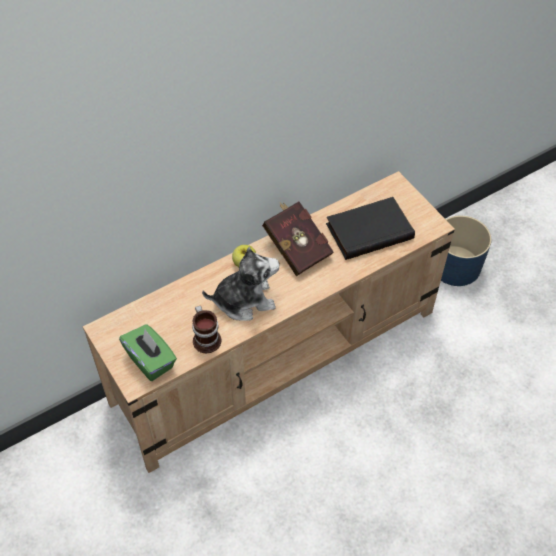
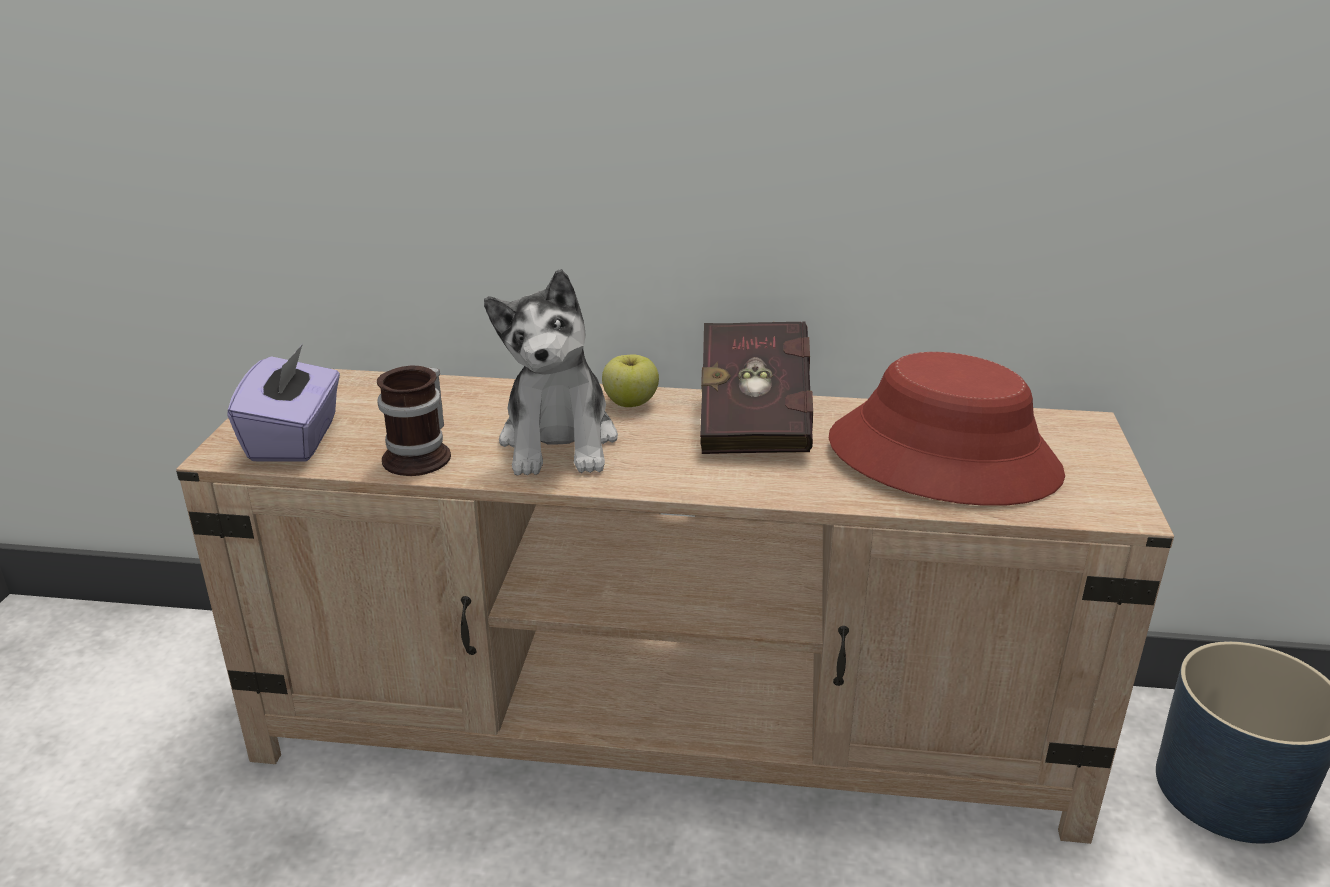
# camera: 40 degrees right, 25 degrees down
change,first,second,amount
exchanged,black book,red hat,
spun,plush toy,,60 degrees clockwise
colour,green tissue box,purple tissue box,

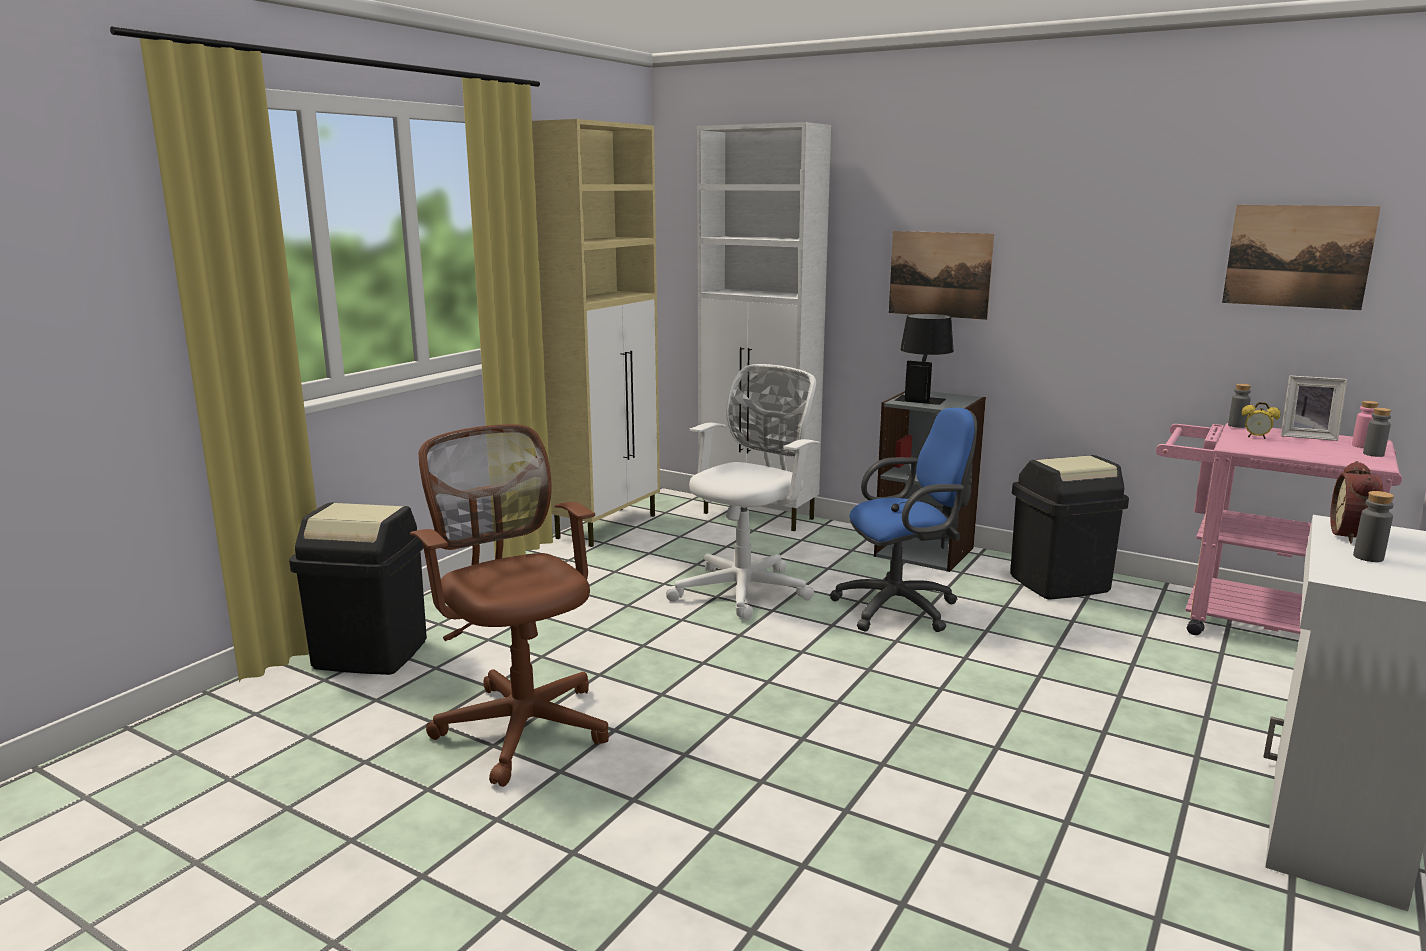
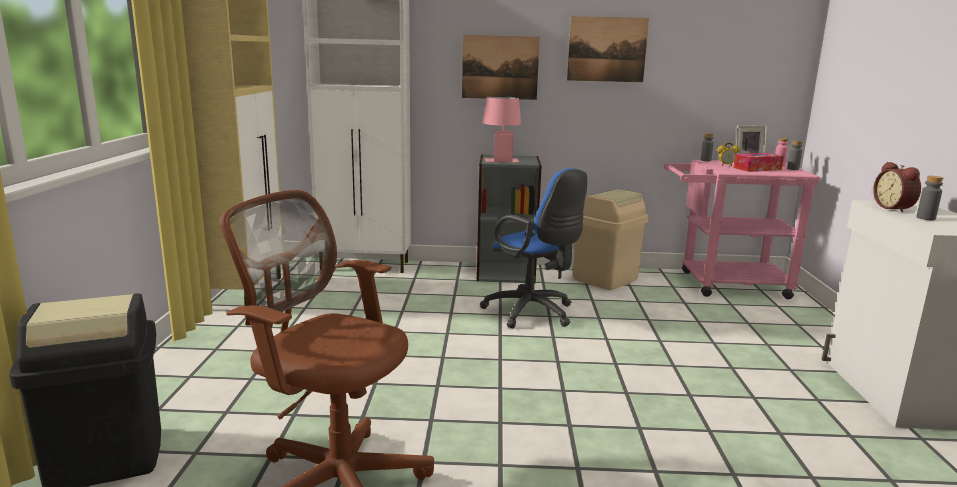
# camera: 30 degrees left, 0 degrees up
change,first,second,amount
relocated,picture (no. 2 from left),,
colour,black table lamp,pink table lamp,
missing,white office chair,,
spun,blue office chair,,90 degrees clockwise
colour,black trash can (no. 2 from left),beige trash can,
appeared,,tissue box,

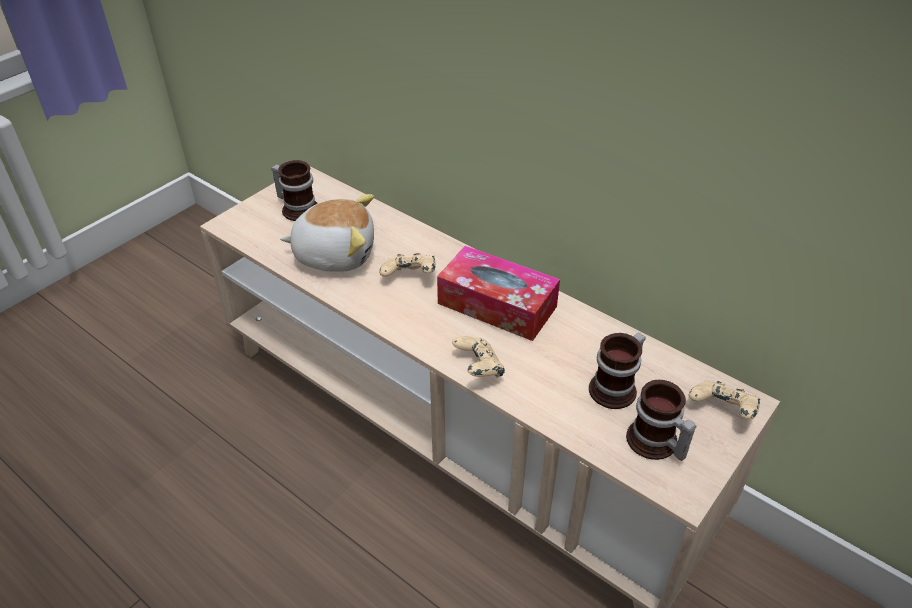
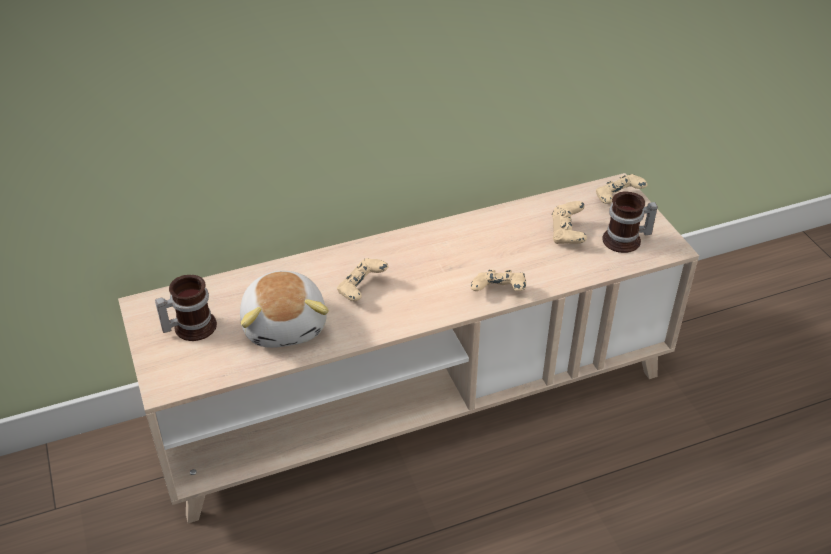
# camera: 60 degrees left, 0 degrees up
change,first,second,amount
spun,plush toy,,135 degrees clockwise
missing,tissue box,,
exchanged,mug (no. 2 from left),beige game controller (no. 3 from left),

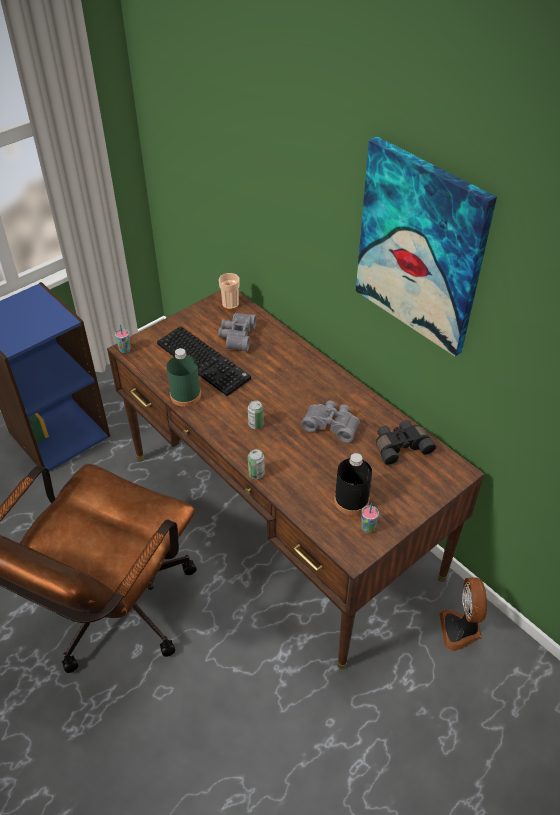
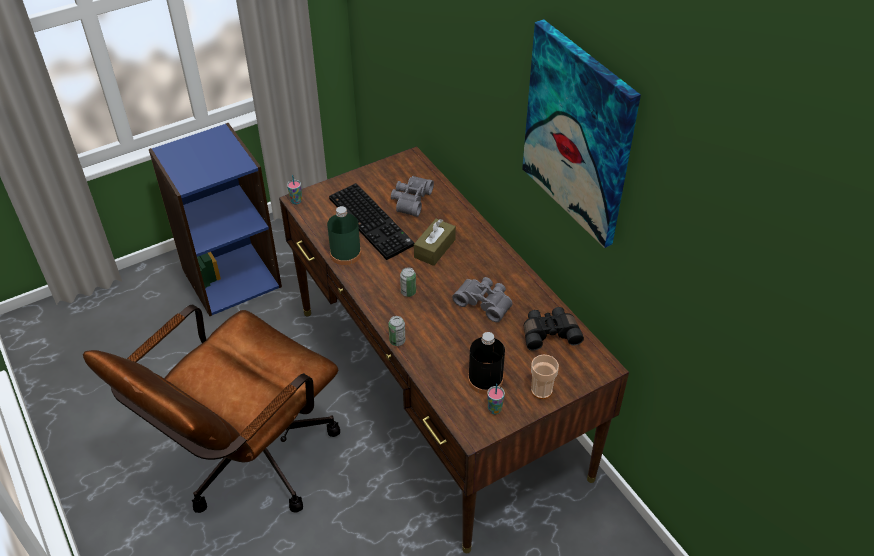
# camera: 10 degrees right, 0 degrees up
change,first,second,amount
relocated,cup (no. 2 from left in the first image),cup (no. 3 from left),
missing,fan,,
appeared,,brown tissue box,

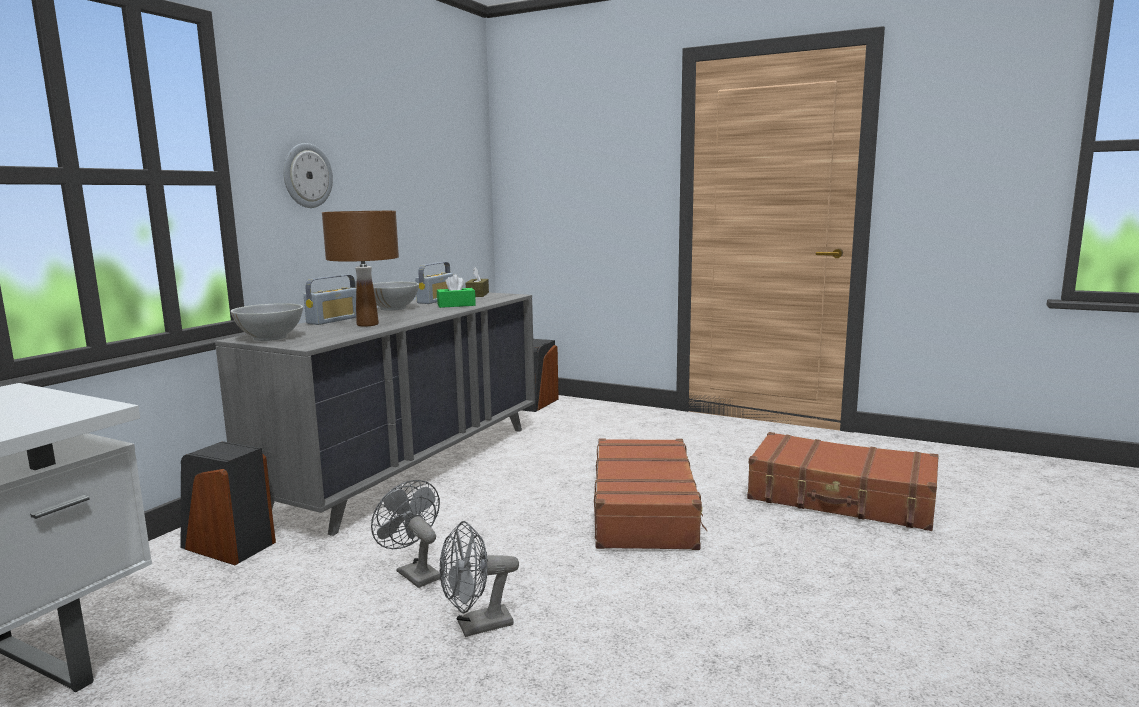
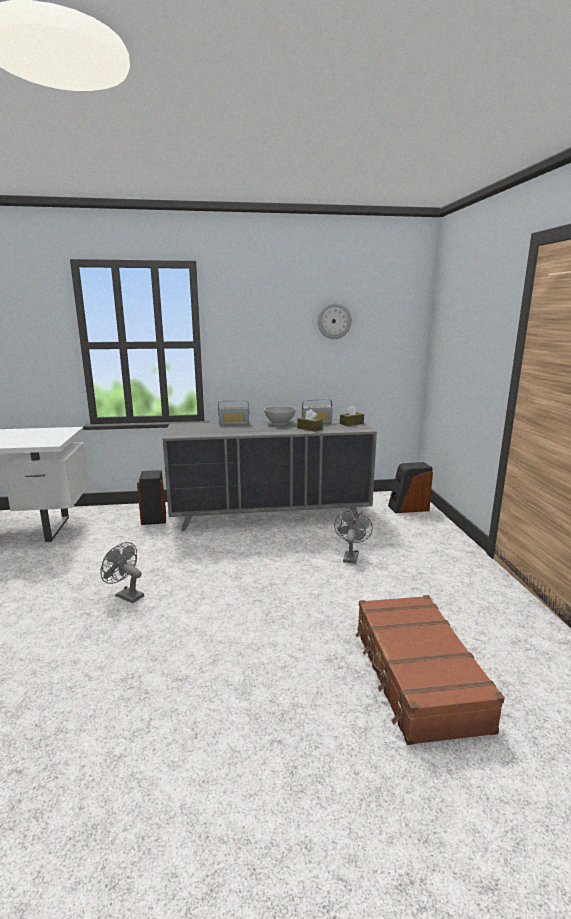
# camera: 55 degrees right, 5 degrees up
change,first,second,amount
relocated,wall clock,,
missing,brown table lamp,,
colour,green tissue box,brown tissue box (no. 1 from left),
missing,white bowl (no. 1 from left),,
missing,brown suitcase (no. 1 from left),,
relocated,grey fan (no. 1 from left in the first image),grey fan (no. 2 from left),

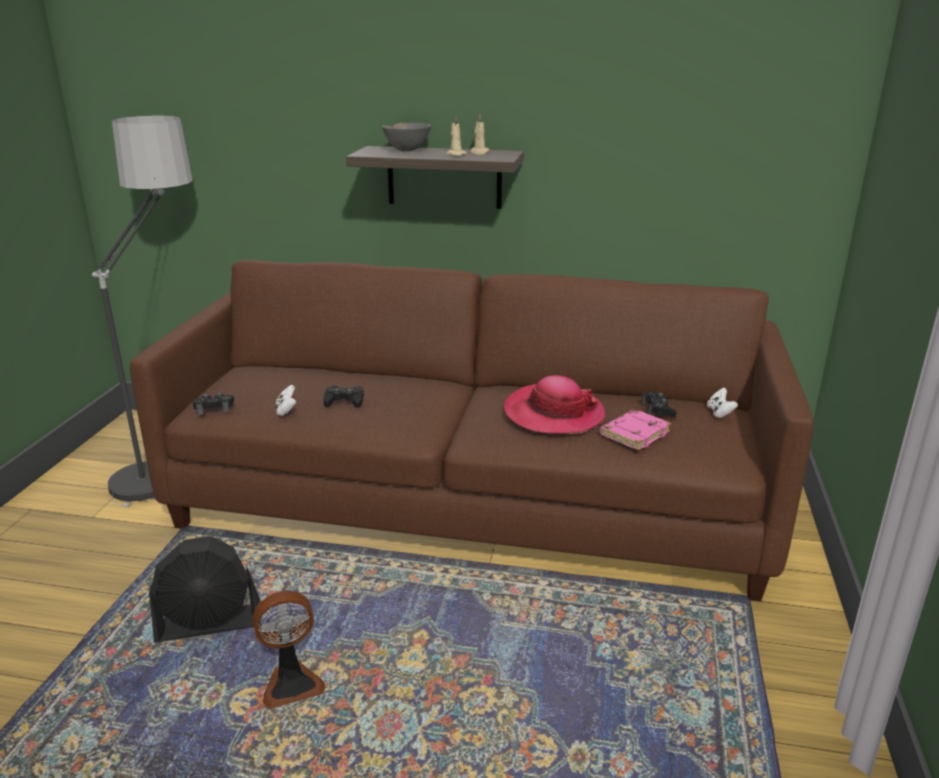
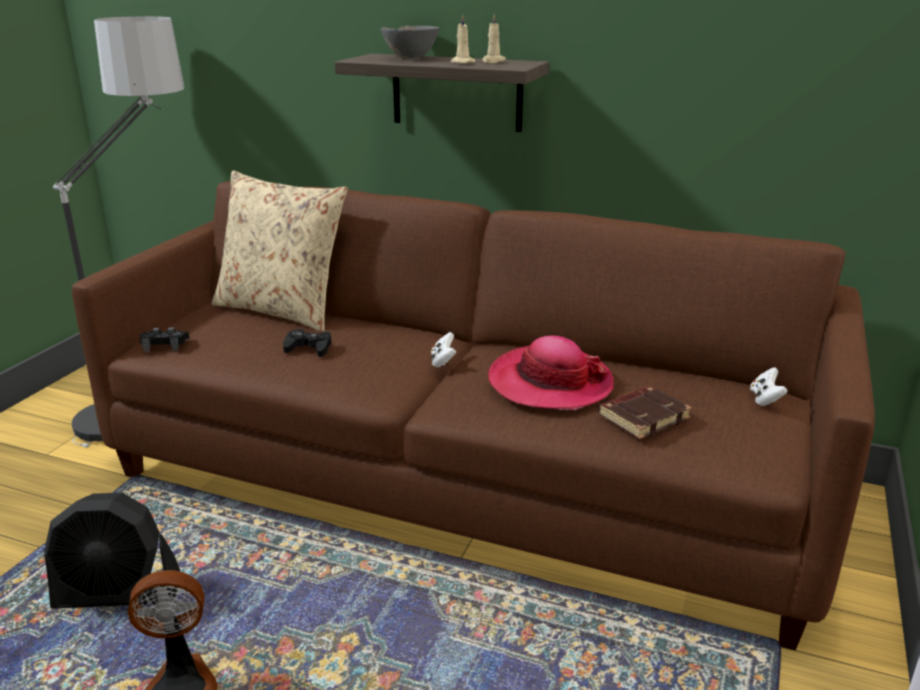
# camera: 10 degrees right, 0 degrees up
change,first,second,amount
relocated,white game controller (no. 1 from left),,
missing,black game controller (no. 3 from left),,
colour,pink book,brown book,
appeared,,beige pillow,

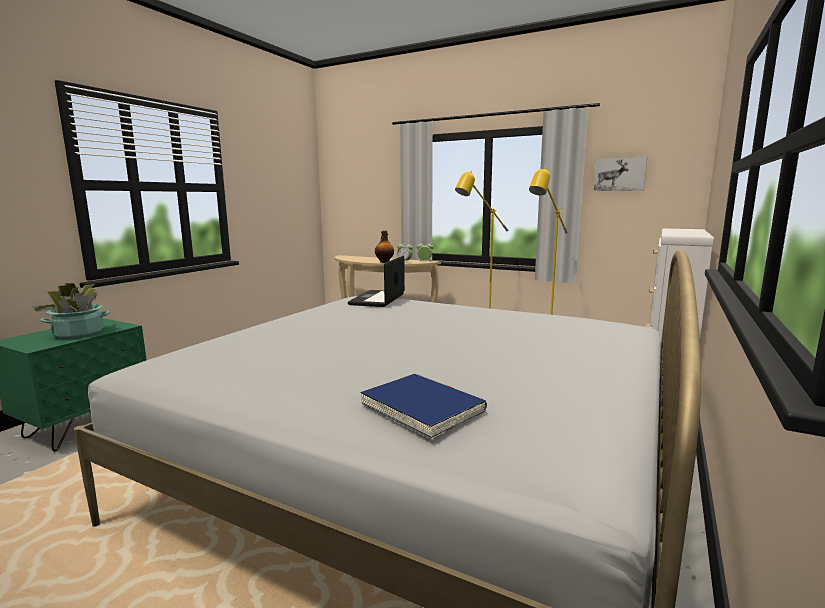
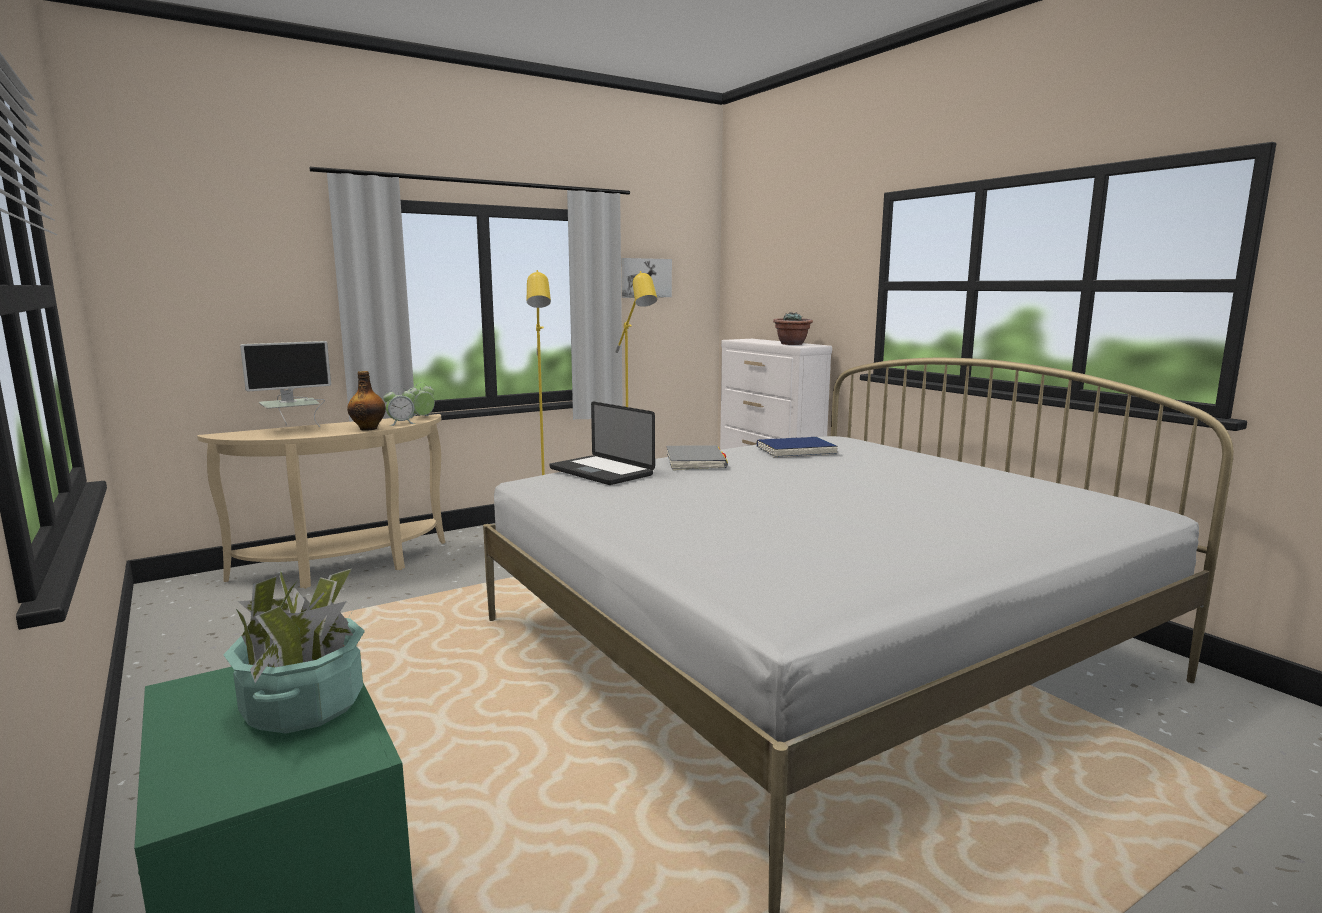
# camera: 60 degrees left, 0 degrees up
change,first,second,amount
relocated,blue book,,
appeared,,potted plant (no. 2 from left),
appeared,,monitor,
appeared,,grey book,

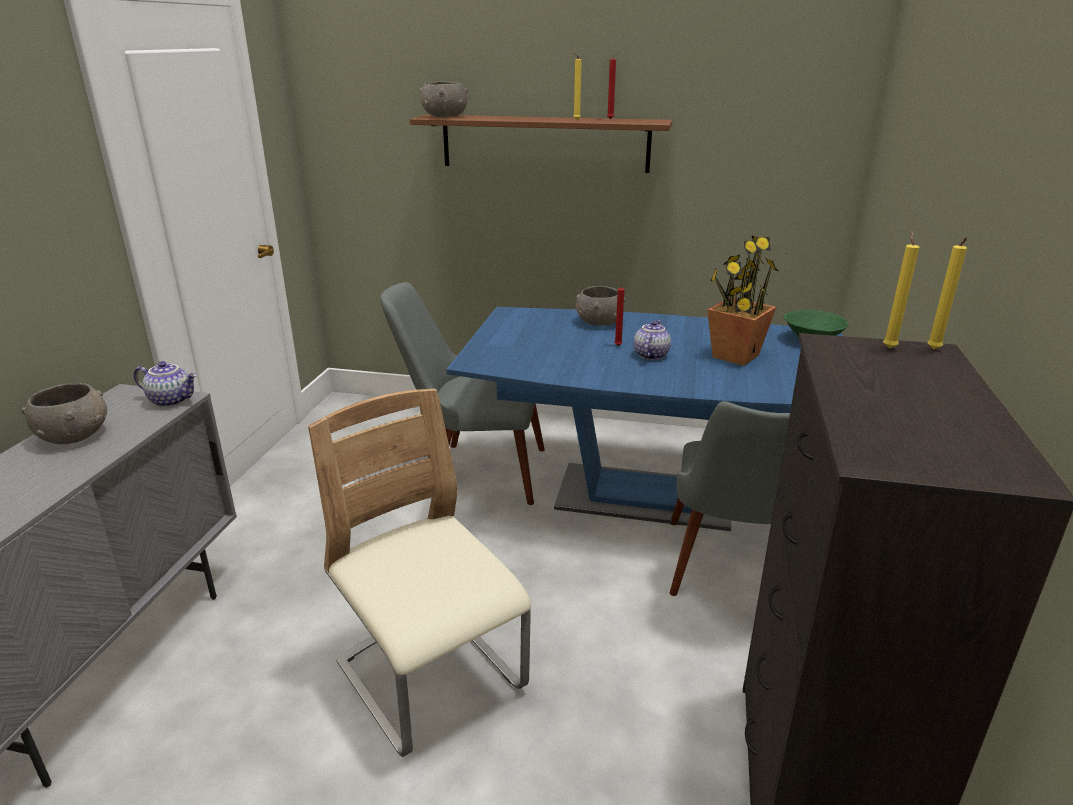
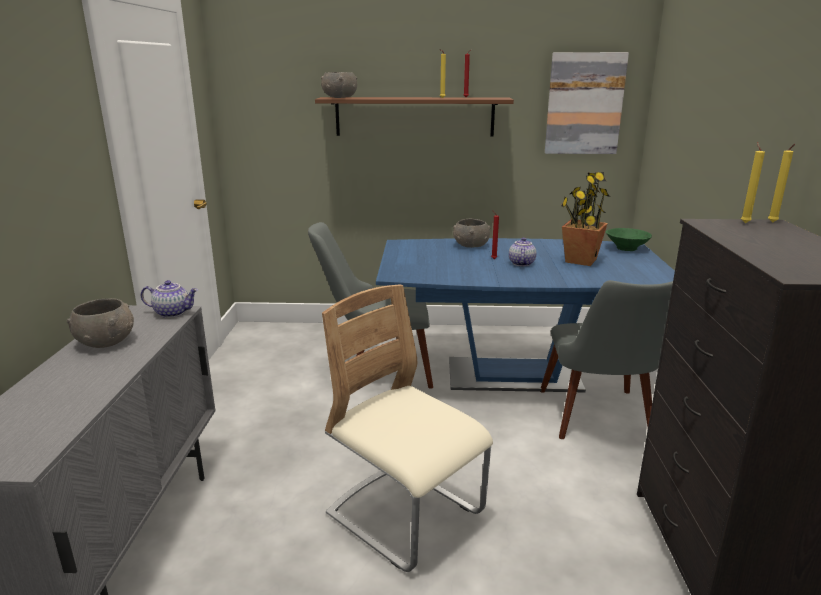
# camera: 10 degrees left, 5 degrees down
change,first,second,amount
appeared,,picture,

